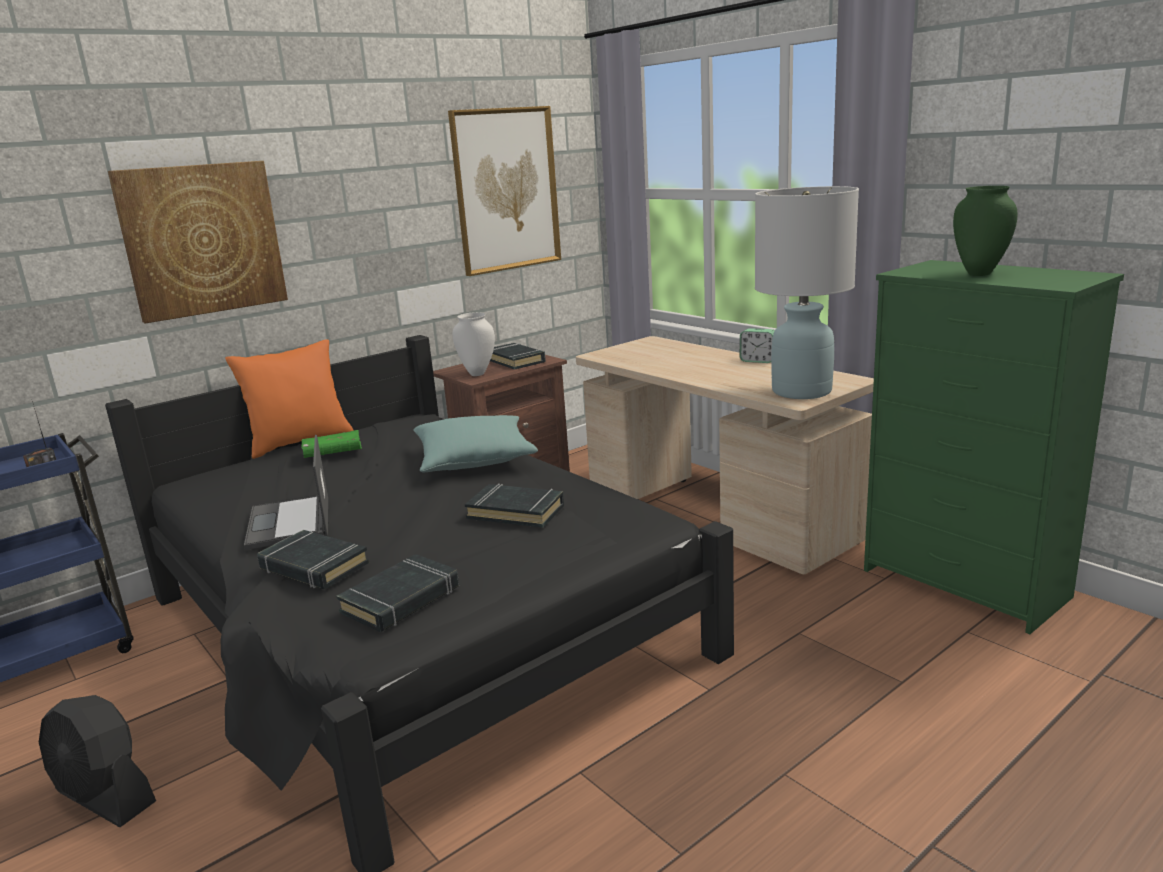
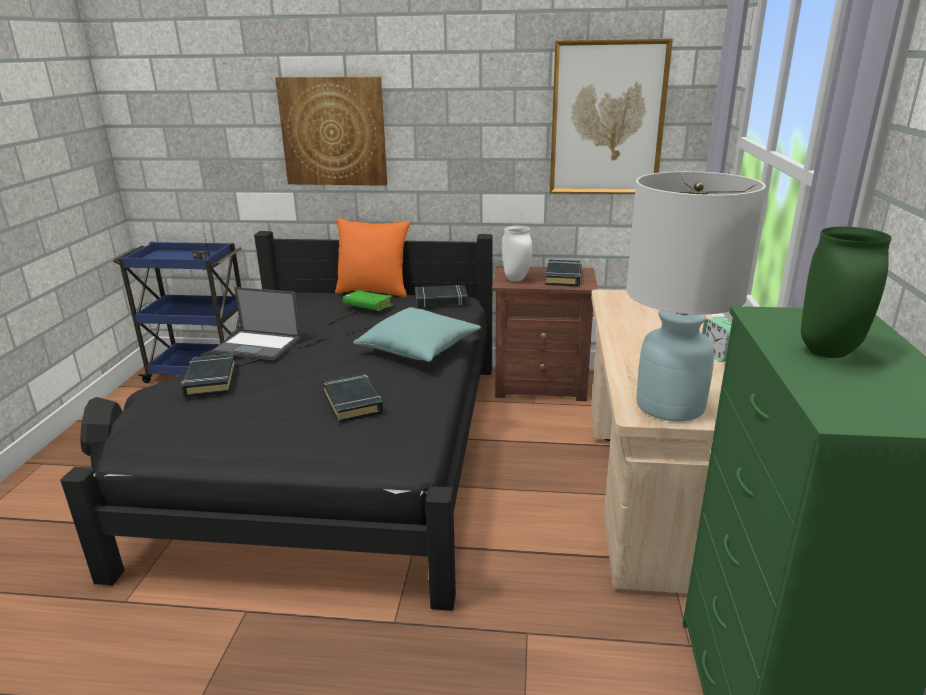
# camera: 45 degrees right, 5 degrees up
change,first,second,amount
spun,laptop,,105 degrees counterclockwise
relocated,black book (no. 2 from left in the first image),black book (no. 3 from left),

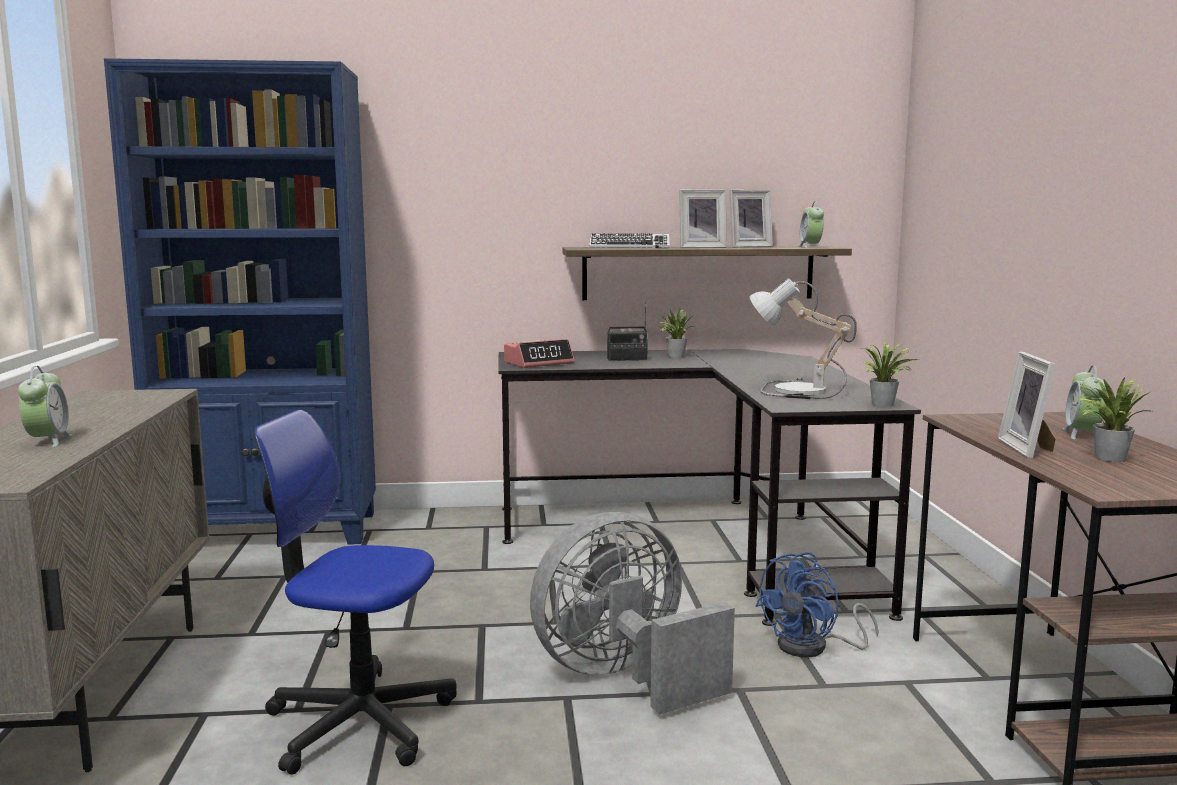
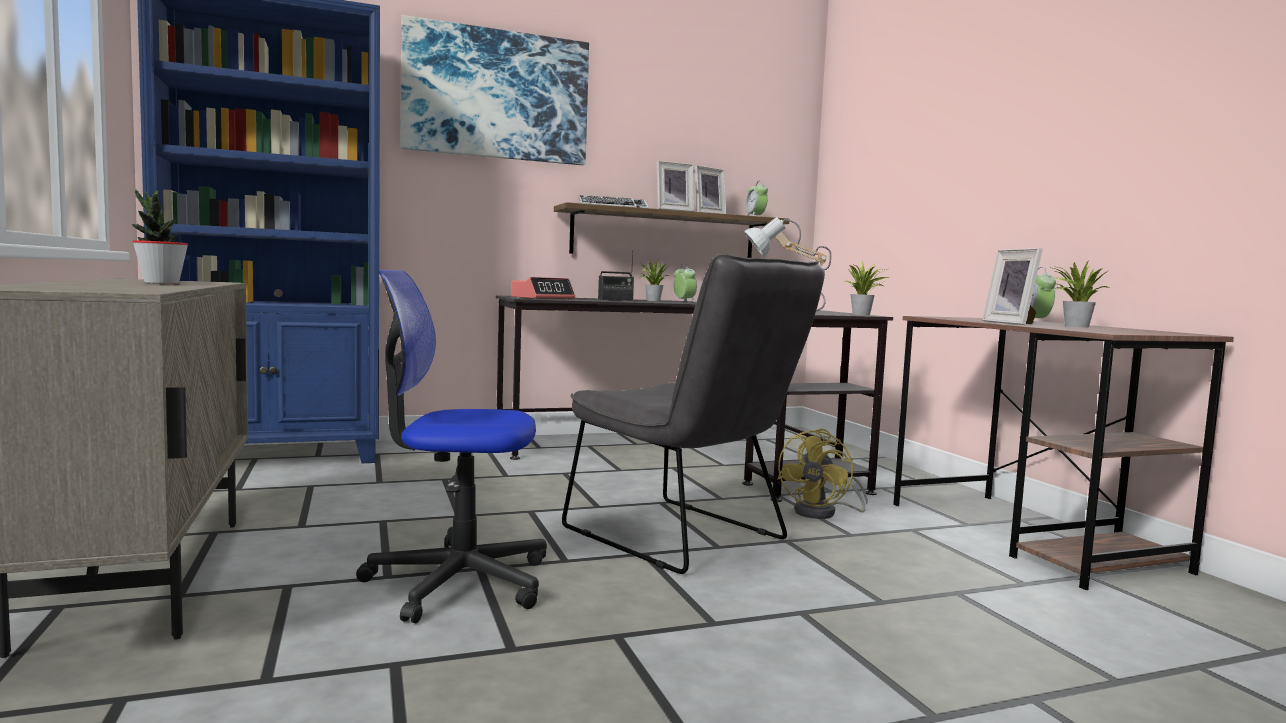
# camera: 15 degrees left, 5 degrees down
change,first,second,amount
relocated,alarm clock (no. 1 from left in the first image),alarm clock (no. 2 from left),
exchanged,grey fan,grey chair,
colour,blue fan,yellow fan,
appeared,,picture,
appeared,,potted plant (no. 1 from left),

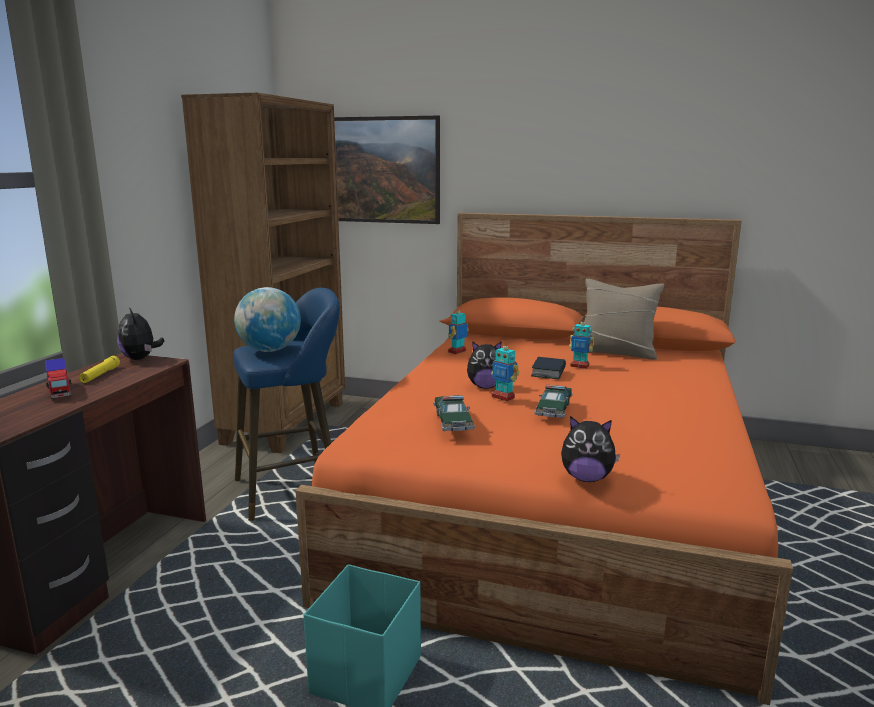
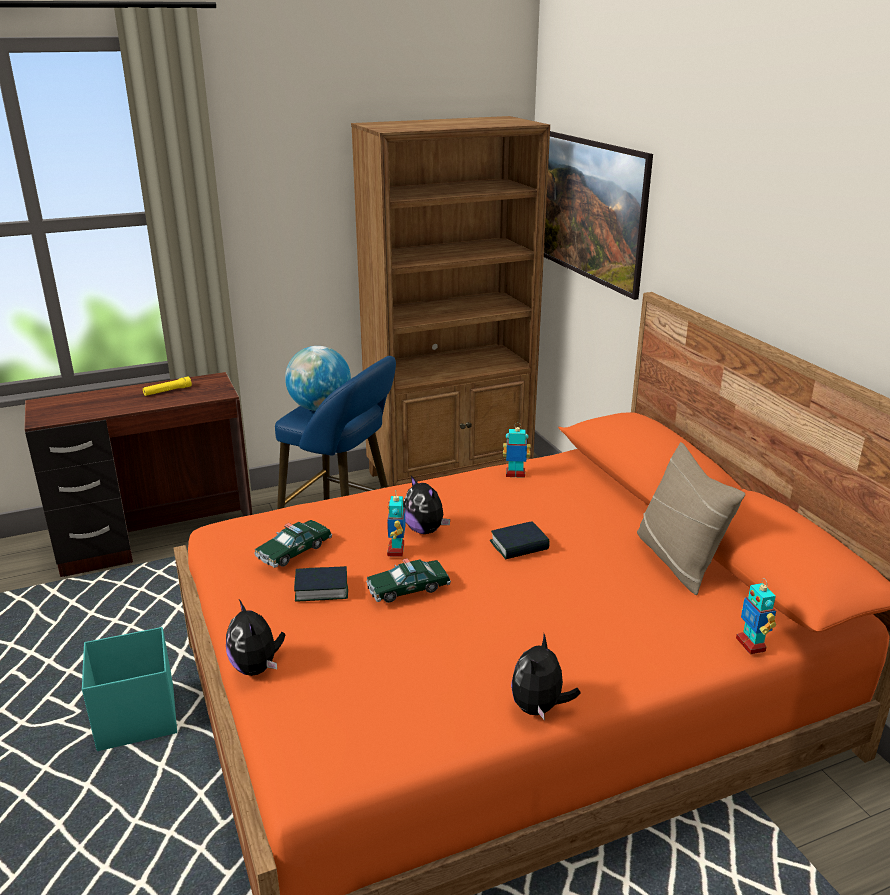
# camera: 50 degrees right, 10 degrees up
change,first,second,amount
relocated,plush toy (no. 1 from left in the first image),plush toy (no. 3 from left),
relocated,toy robot (no. 3 from left),,
missing,toy truck,,
appeared,,book (no. 1 from left),

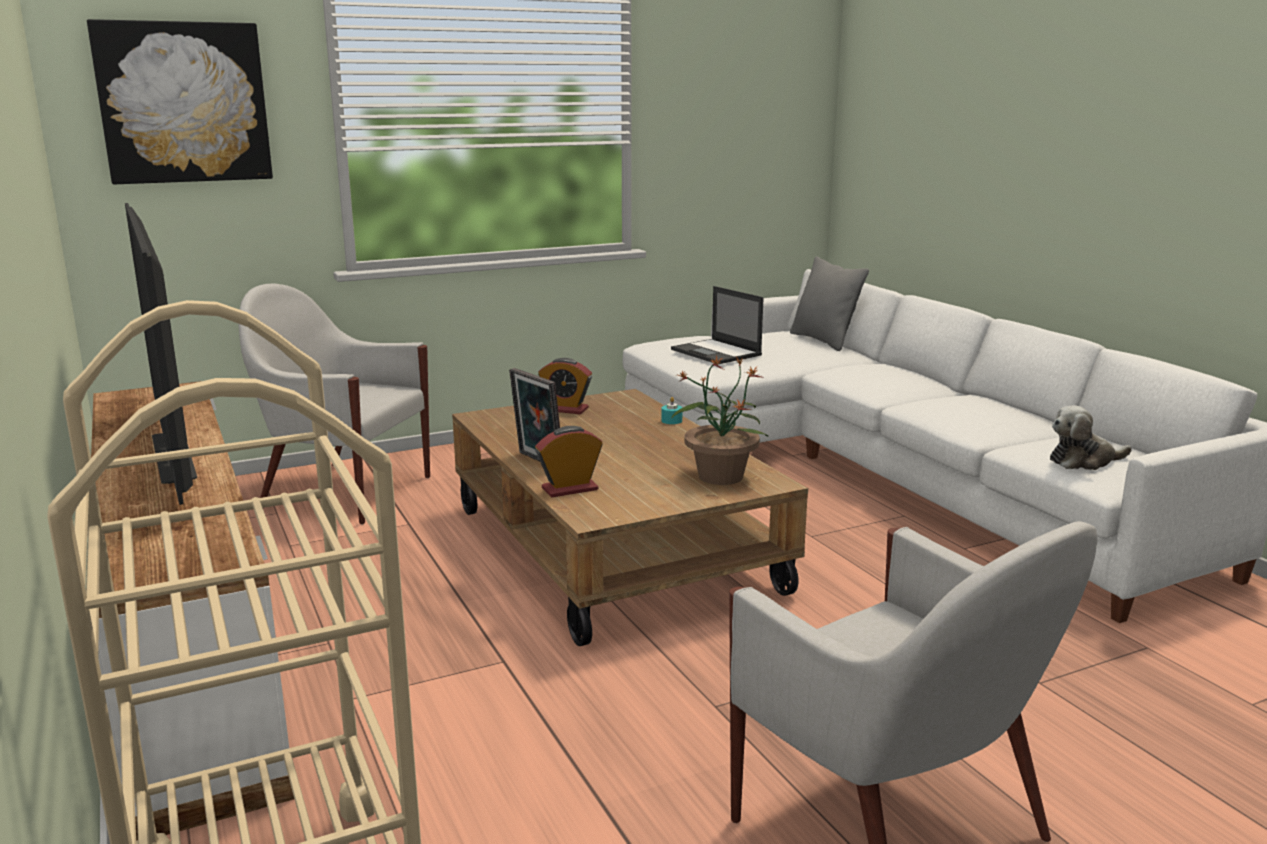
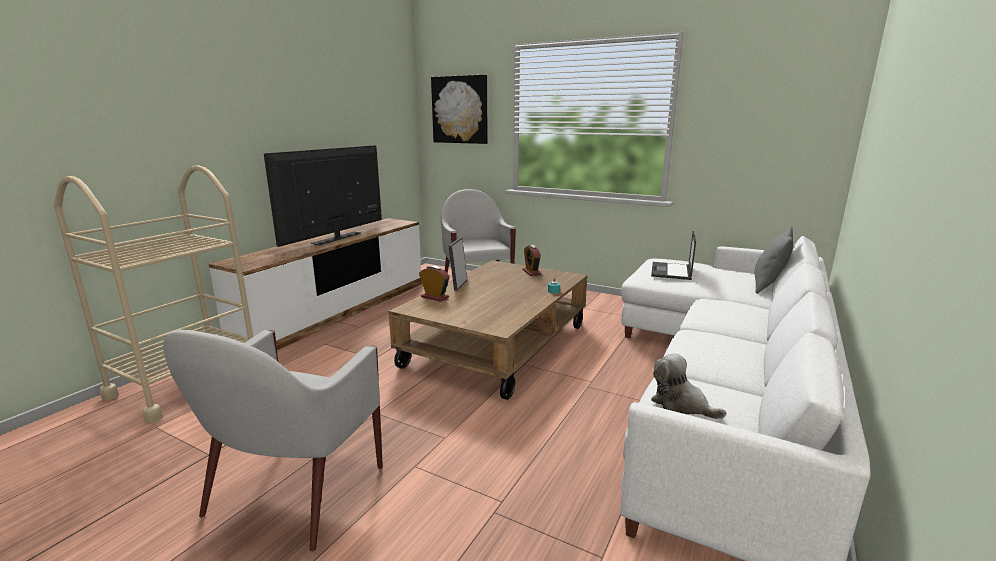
# camera: 55 degrees right, 0 degrees up
change,first,second,amount
missing,potted plant,,

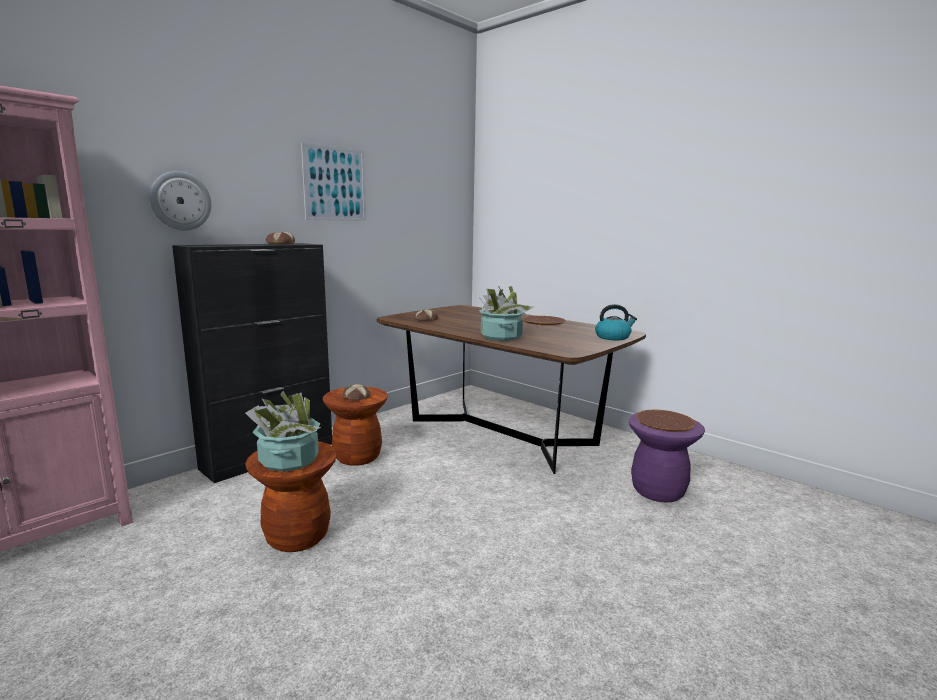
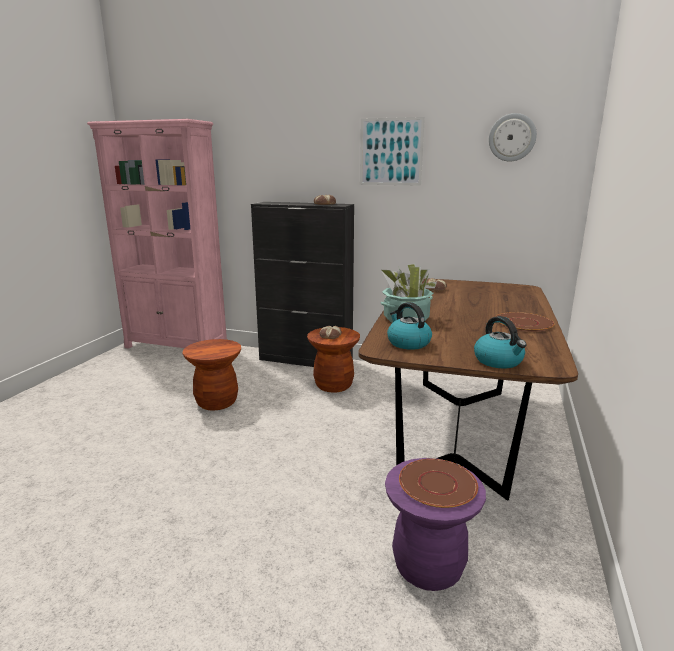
# camera: 65 degrees right, 5 degrees up
change,first,second,amount
relocated,wall clock,,
missing,potted plant (no. 1 from left),,
appeared,,kettle (no. 1 from left),

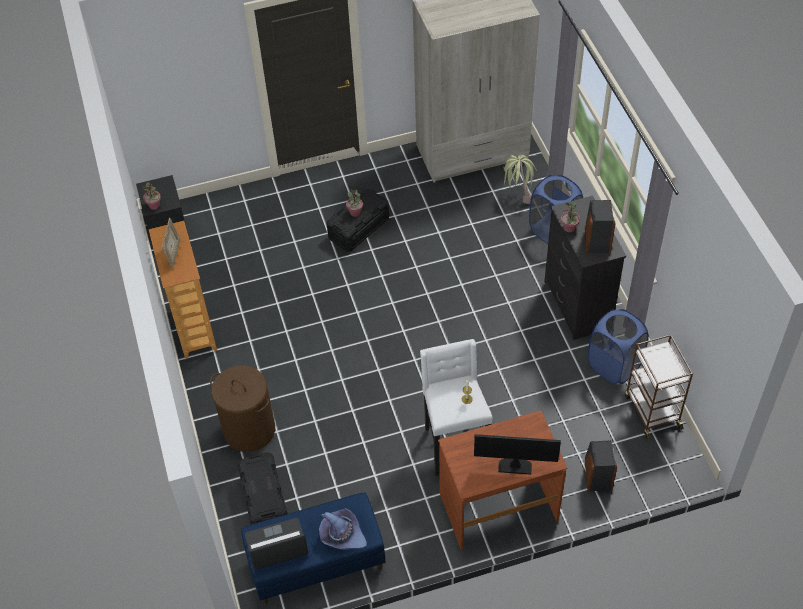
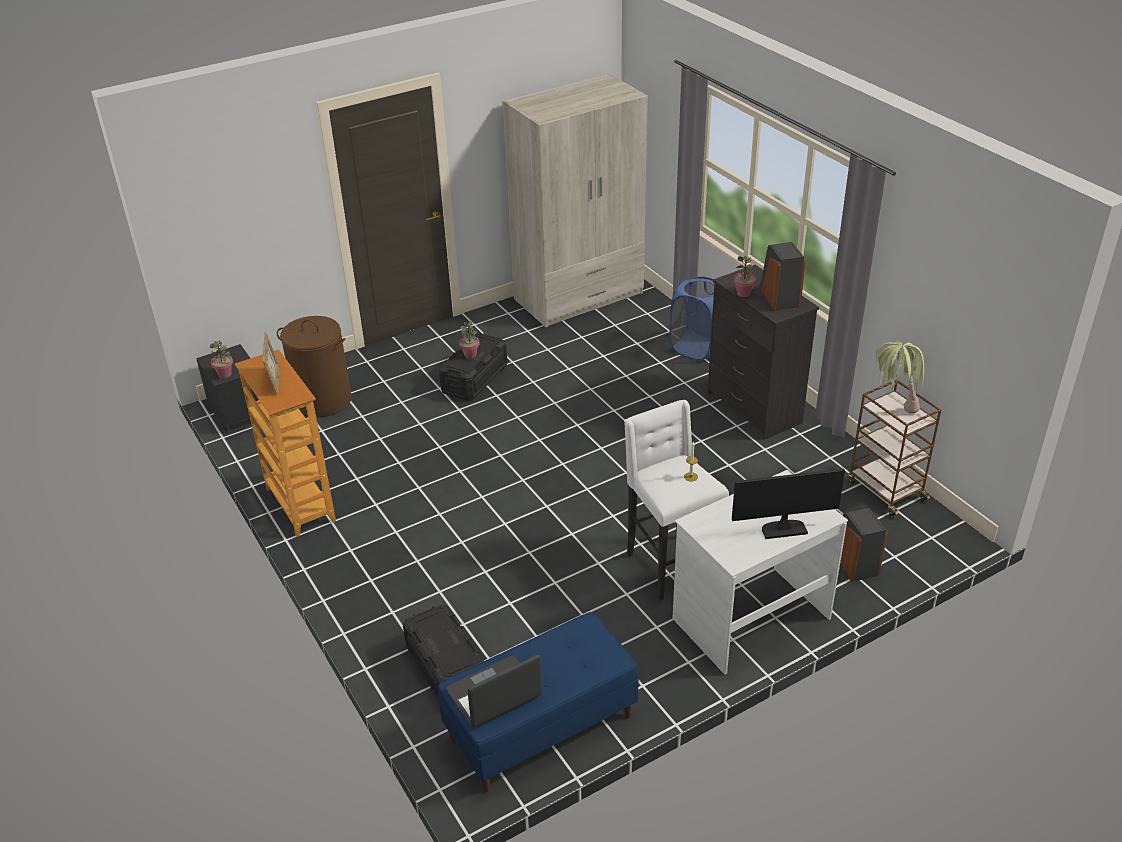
# camera: 15 degrees left, 15 degrees down
change,first,second,amount
relocated,potted plant (no. 3 from left in the first image),potted plant (no. 4 from left),
missing,blue laundry basket (no. 2 from left),,
relocated,brown laundry basket,,
colour,brown desk,white desk,
missing,purple hat,,

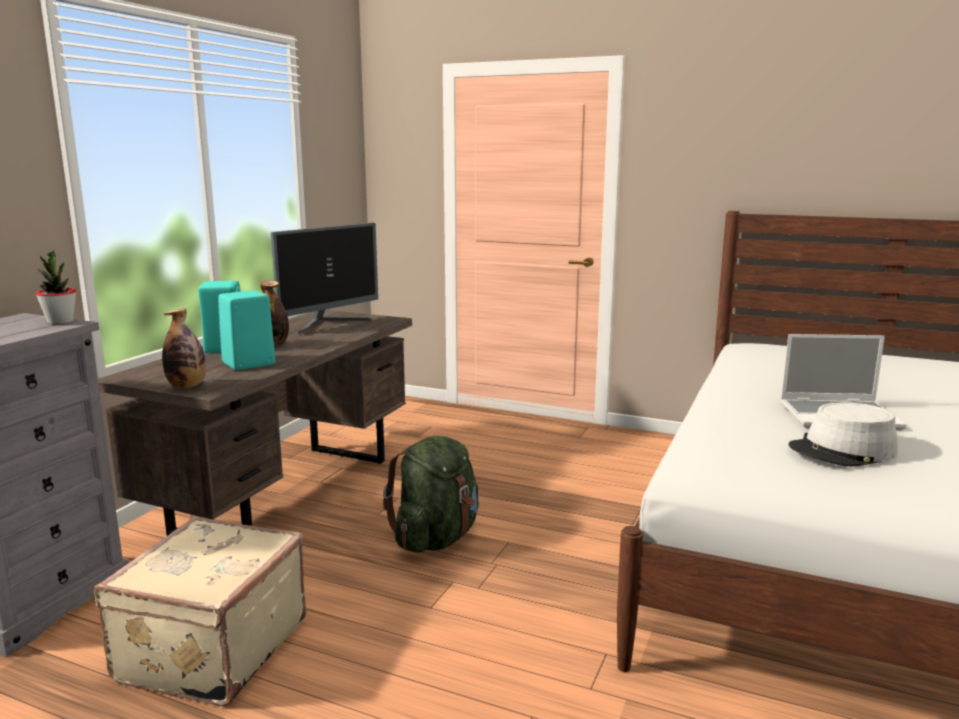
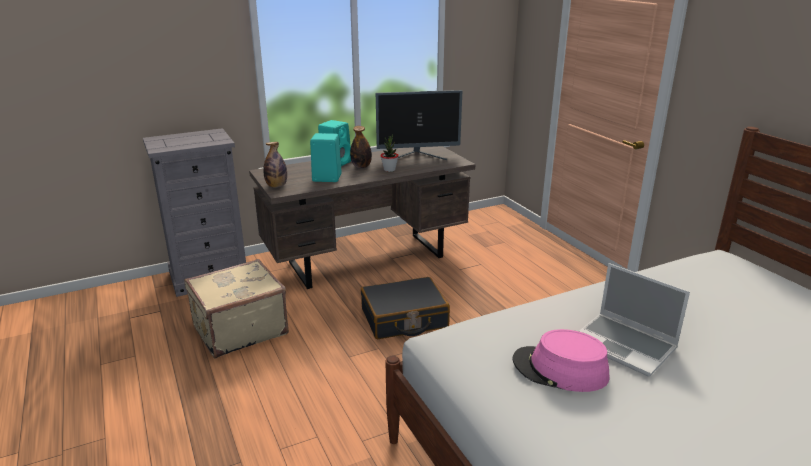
# camera: 40 degrees right, 10 degrees up
change,first,second,amount
relocated,potted plant,,
colour,grey hat,pink hat,
exchanged,green backpack,black suitcase,

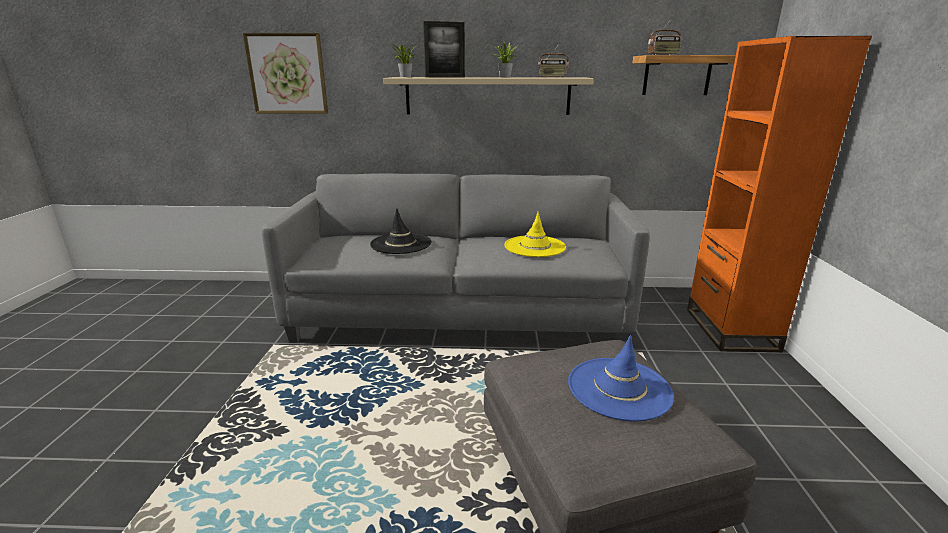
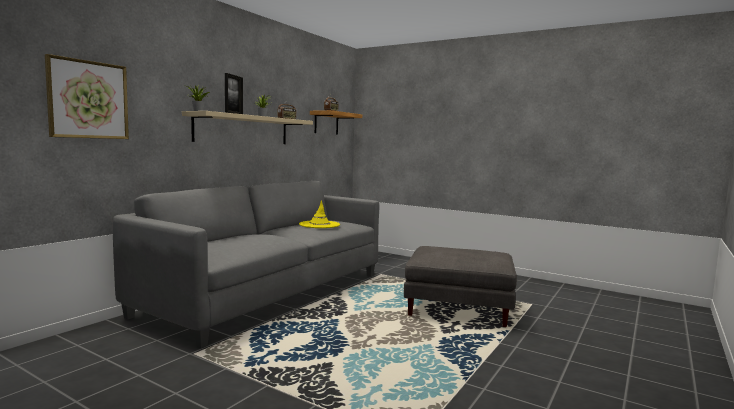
# camera: 60 degrees left, 15 degrees down
change,first,second,amount
missing,orange bookcase,,
missing,black hat,,
missing,blue hat,,

